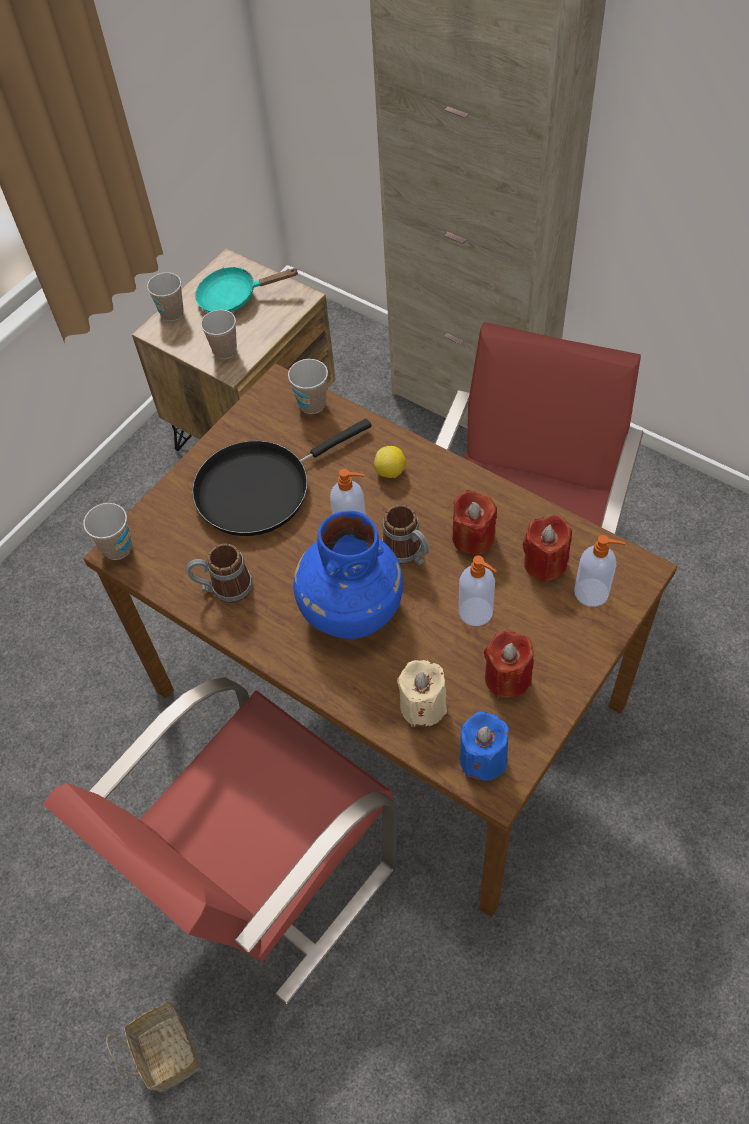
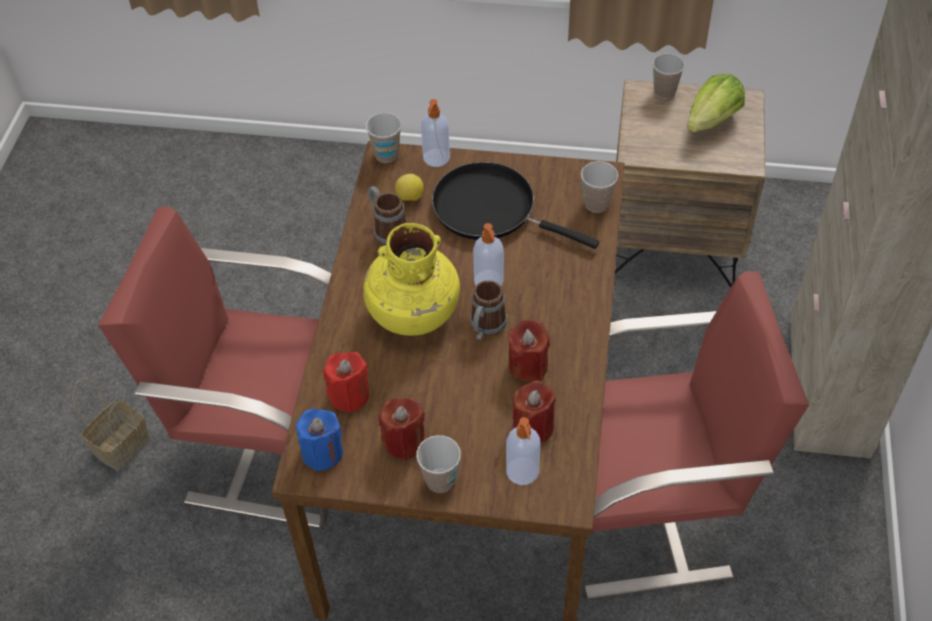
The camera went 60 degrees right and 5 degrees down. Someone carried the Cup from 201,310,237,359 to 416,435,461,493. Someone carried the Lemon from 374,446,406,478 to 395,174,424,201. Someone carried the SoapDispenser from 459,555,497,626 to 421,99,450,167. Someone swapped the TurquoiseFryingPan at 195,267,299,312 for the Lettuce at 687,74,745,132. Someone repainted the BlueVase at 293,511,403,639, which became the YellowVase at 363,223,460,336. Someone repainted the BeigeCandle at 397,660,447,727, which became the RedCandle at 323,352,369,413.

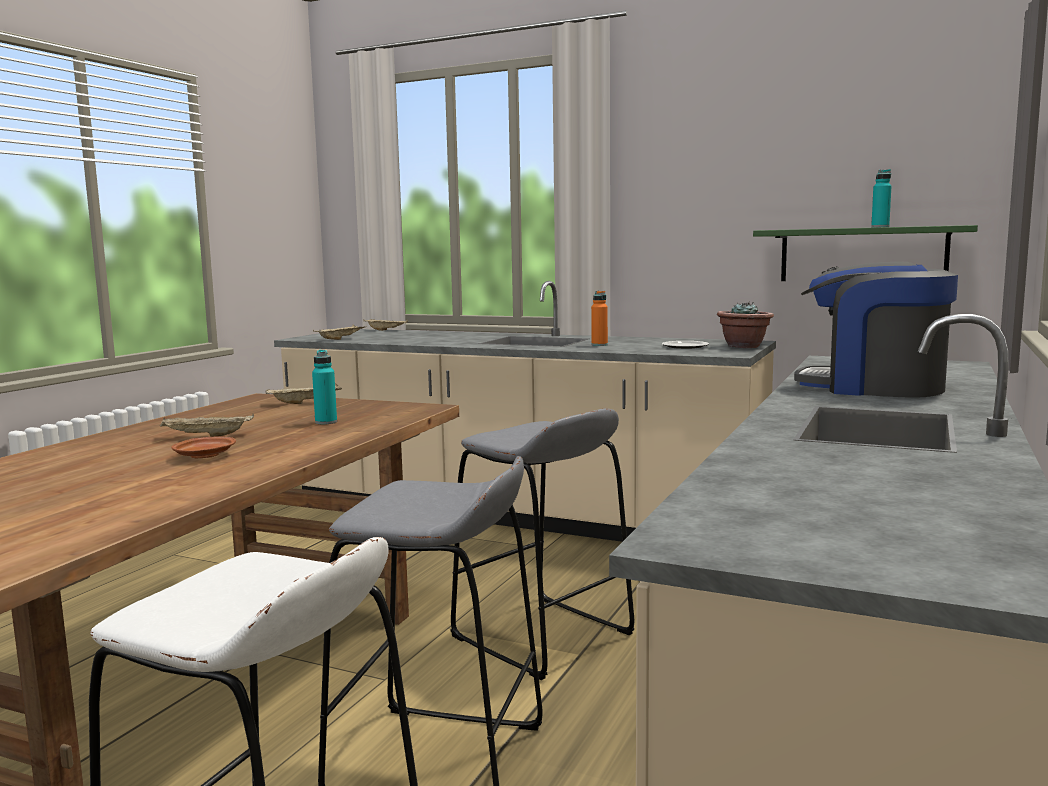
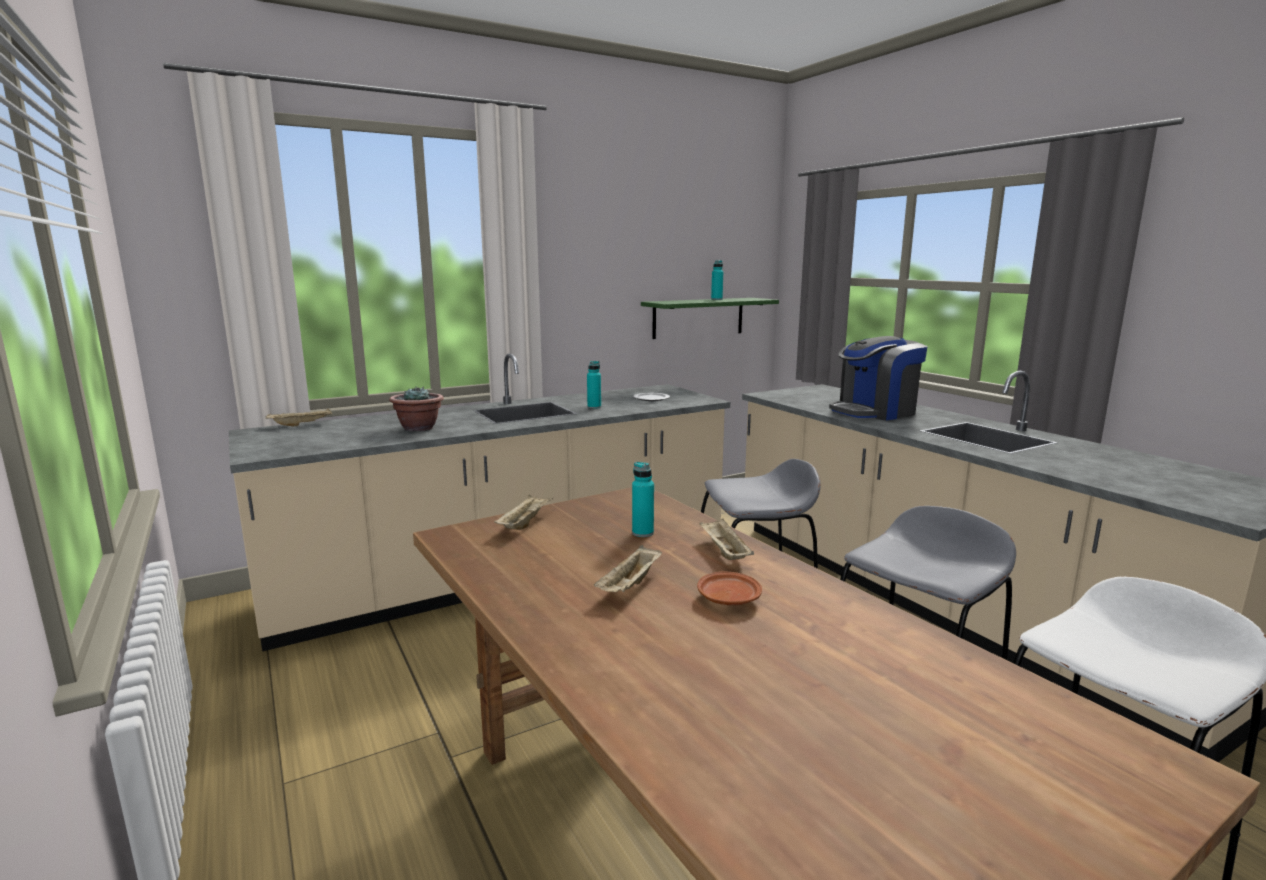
The camera went 55 degrees left and 5 degrees up. Someone carried the BeigeTray from 313,324,367,340 to 699,519,754,560. Someone carried the PottedPlant from 717,302,774,348 to 389,386,444,431. Someone repainted the OrangeBottle at 591,291,608,346, which became the TurquoiseBottle at 587,361,601,409.

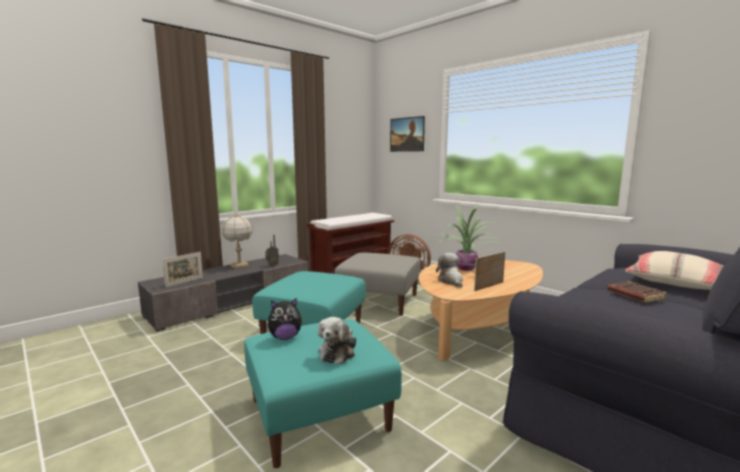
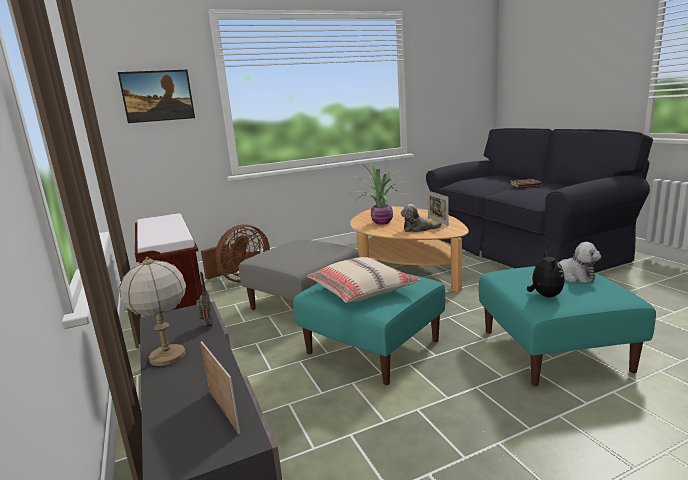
The camera went 70 degrees left and 5 degrees up. Someone carried the BeigePillow from 625,251,723,290 to 307,257,420,303.

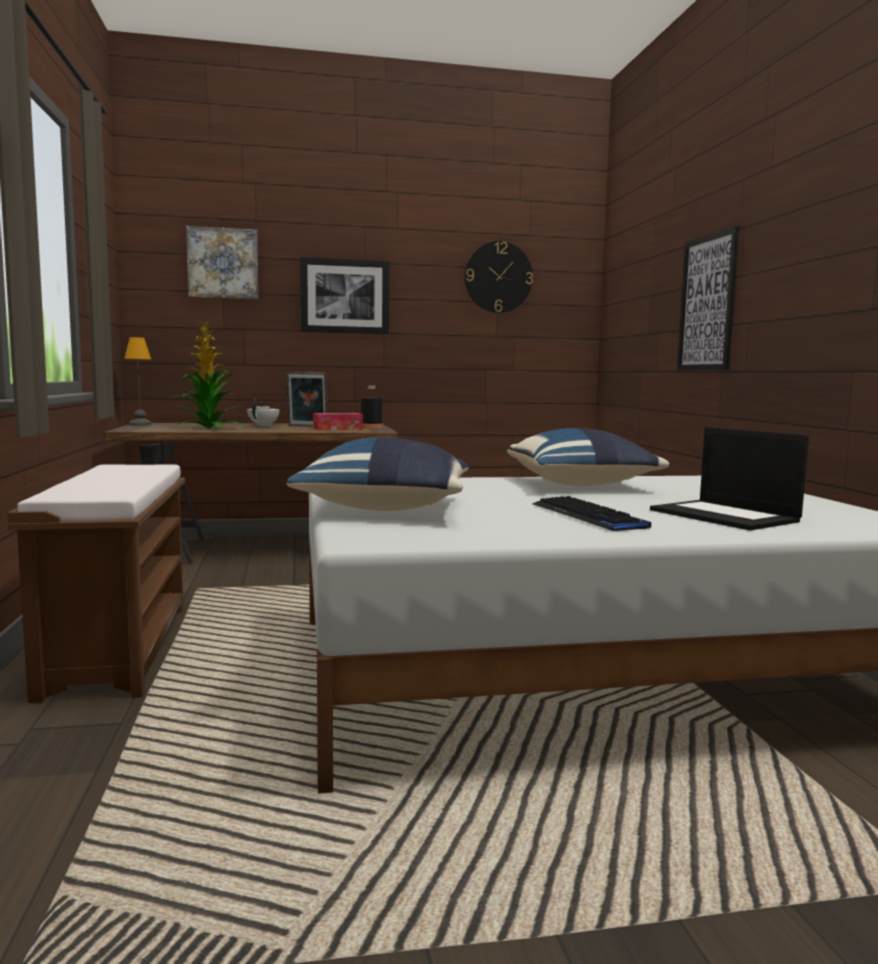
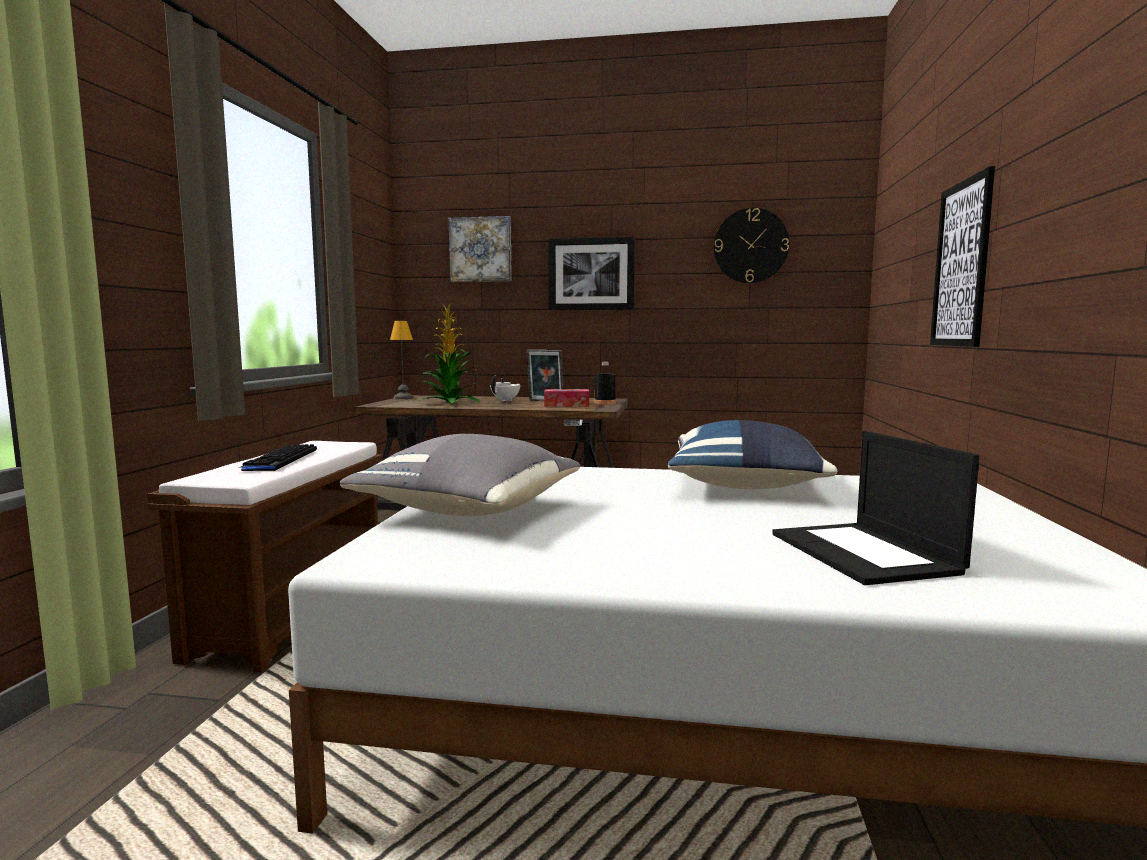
The camera went 20 degrees right and 0 degrees up. Someone carried the Keyboard from 533,496,651,531 to 239,444,317,471. Someone repainted the BluePillow at 287,437,469,511, which became the GreyPillow at 340,434,580,516.

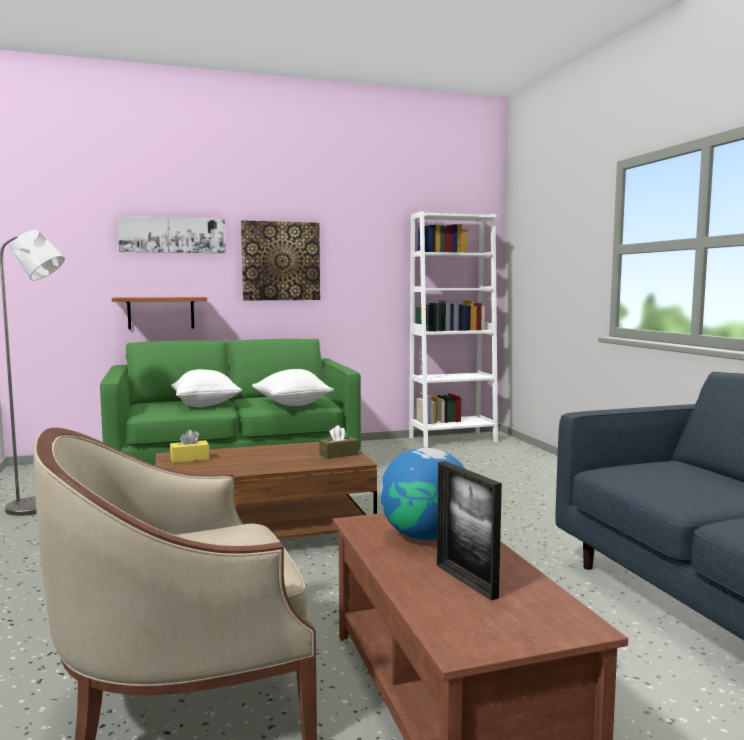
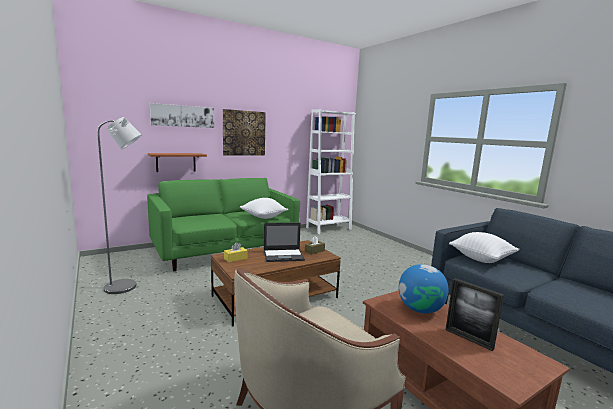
The camera went 15 degrees left and 5 degrees up. Someone put down the Laptop at 264,223,305,262. Someone carried the WhitePillow from 171,369,242,407 to 449,232,519,263.

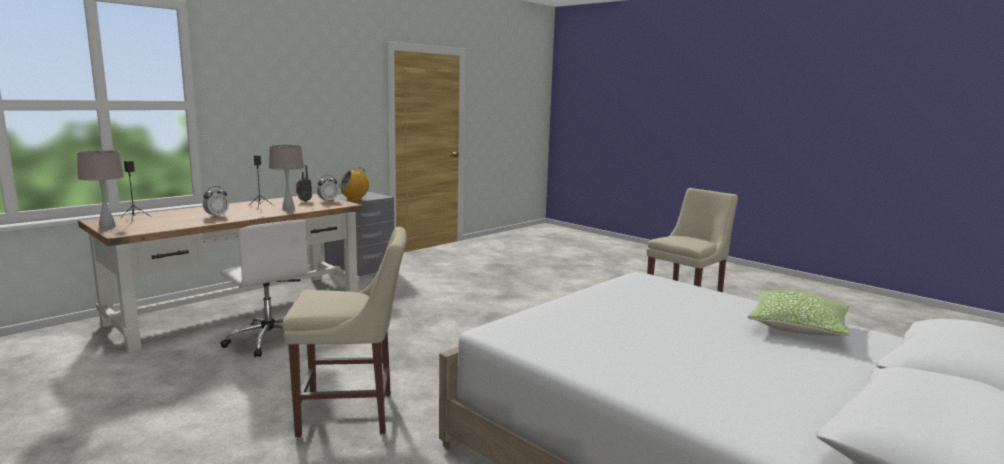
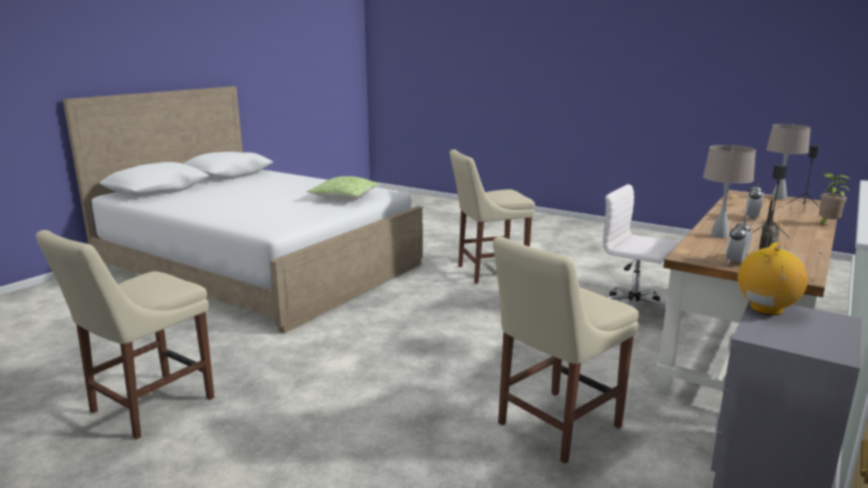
The camera went 170 degrees right and 5 degrees up. Someone put down the BeigeChair at 493,236,639,464. Someone put down the PottedPlant at 819,173,850,226. Someone carried the Pillow from 747,290,850,336 to 307,176,380,200.

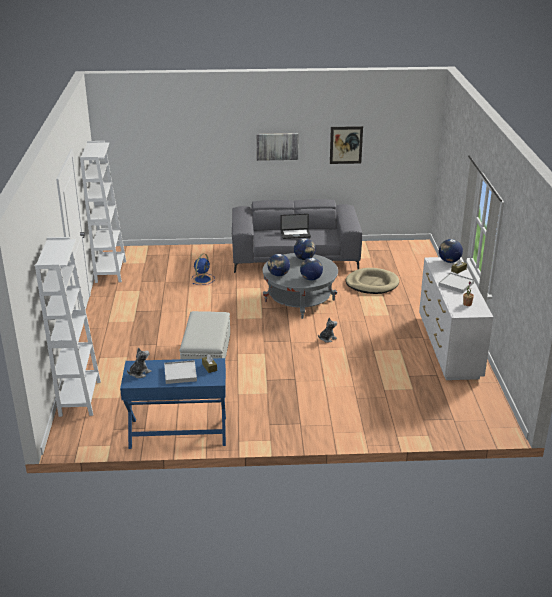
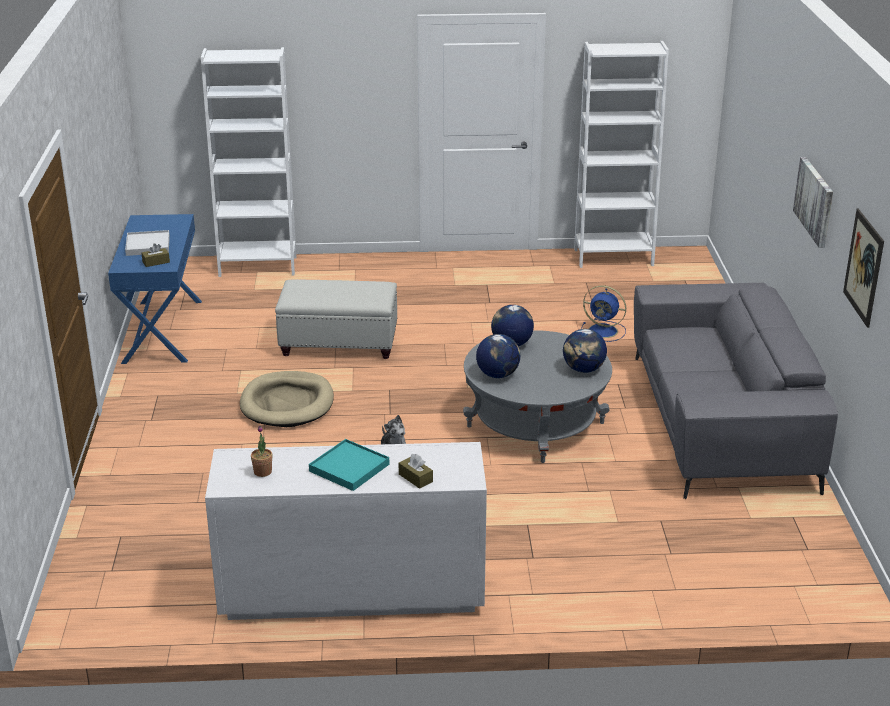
The camera went 90 degrees right and 0 degrees up. Someone took away the PlushToy at 127,347,151,378. Someone took away the Laptop at 281,214,311,239. Someone took away the Globe at 439,239,463,263. Someone carried the BeigeDogBed from 346,268,399,294 to 240,371,334,427. Someone repainted the WhiteTray at 438,272,474,293, which became the TurquoiseTray at 309,439,389,491.

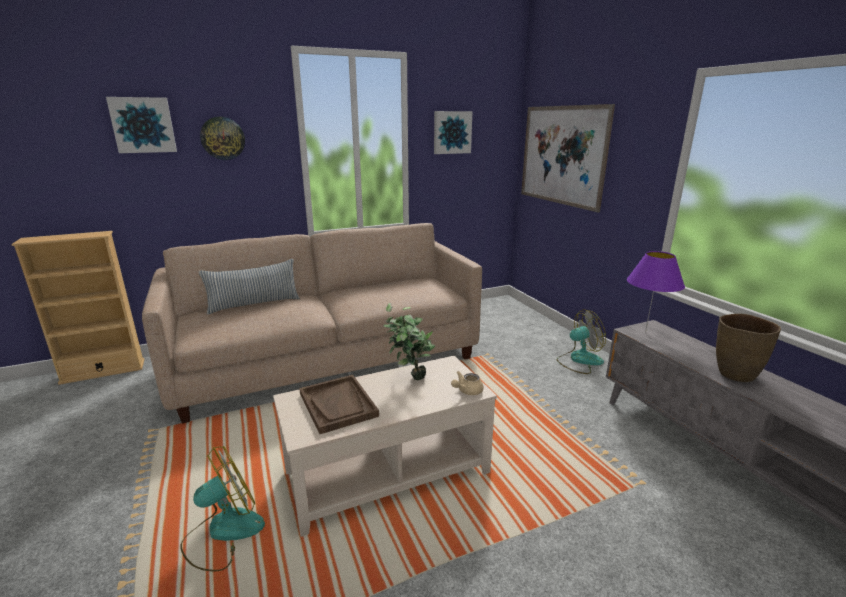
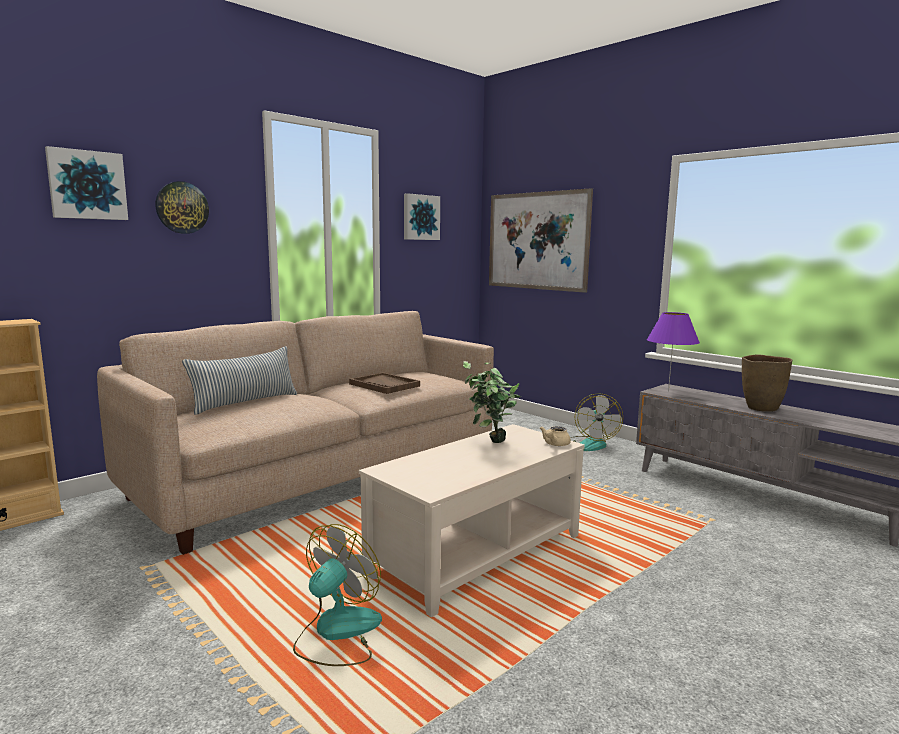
The camera went 20 degrees left and 10 degrees down. Someone carried the BrownTray from 299,375,379,434 to 349,372,420,394. Someone rotated the Fan at 557,309,606,374 by 135 degrees clockwise.

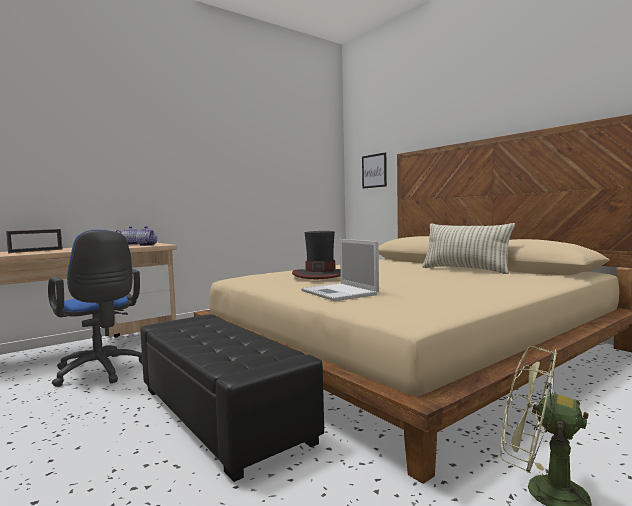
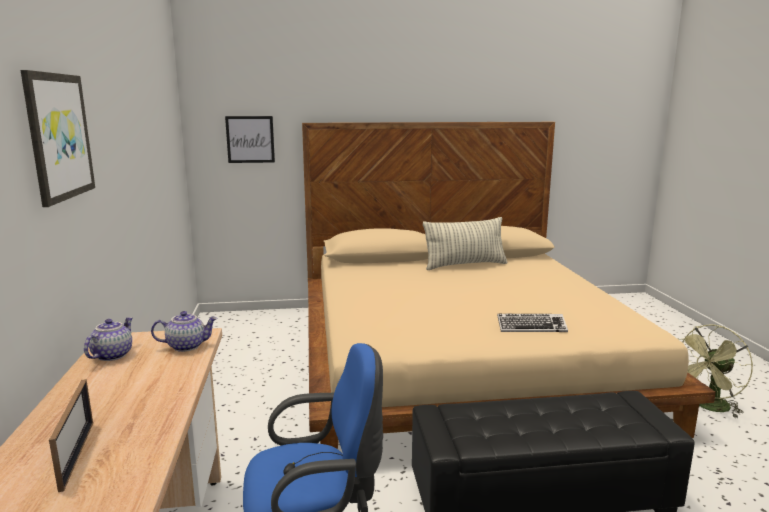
The camera went 60 degrees left and 10 degrees up. Someone took away the Hat at 292,231,341,279. Someone put up the Picture at 20,70,95,207. Someone swapped the Laptop at 301,239,379,301 for the Keyboard at 497,314,568,332.

